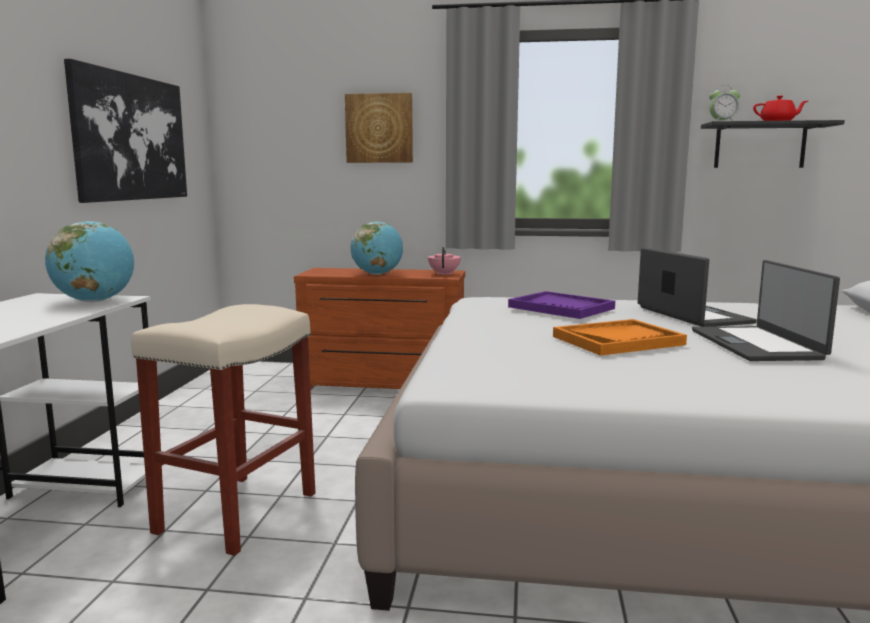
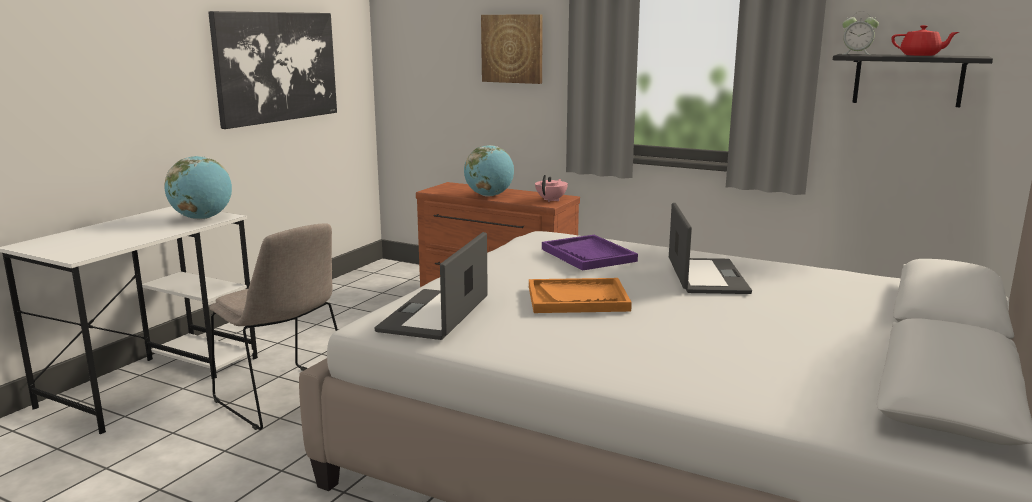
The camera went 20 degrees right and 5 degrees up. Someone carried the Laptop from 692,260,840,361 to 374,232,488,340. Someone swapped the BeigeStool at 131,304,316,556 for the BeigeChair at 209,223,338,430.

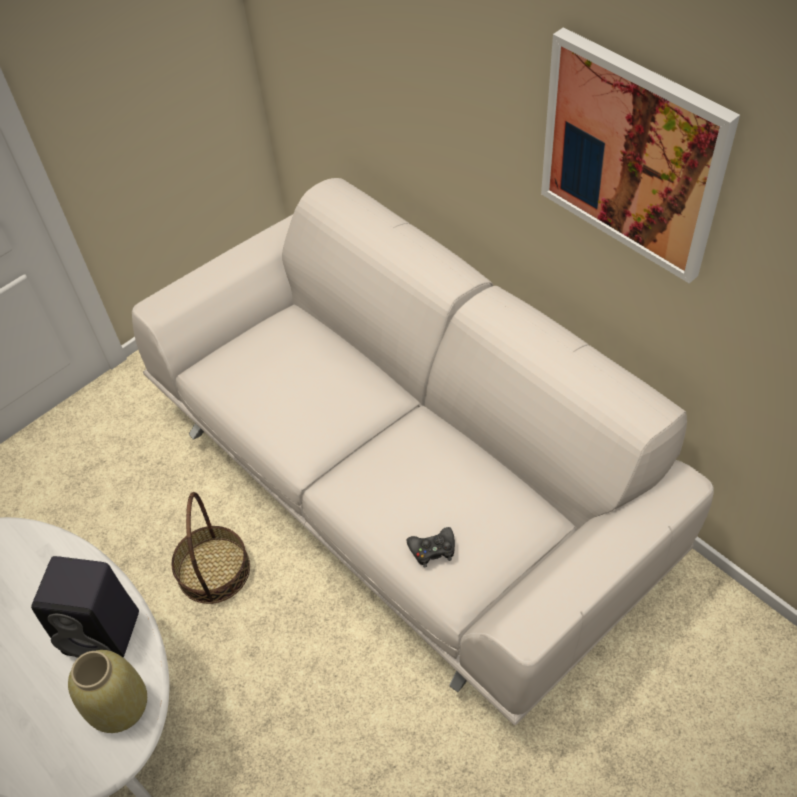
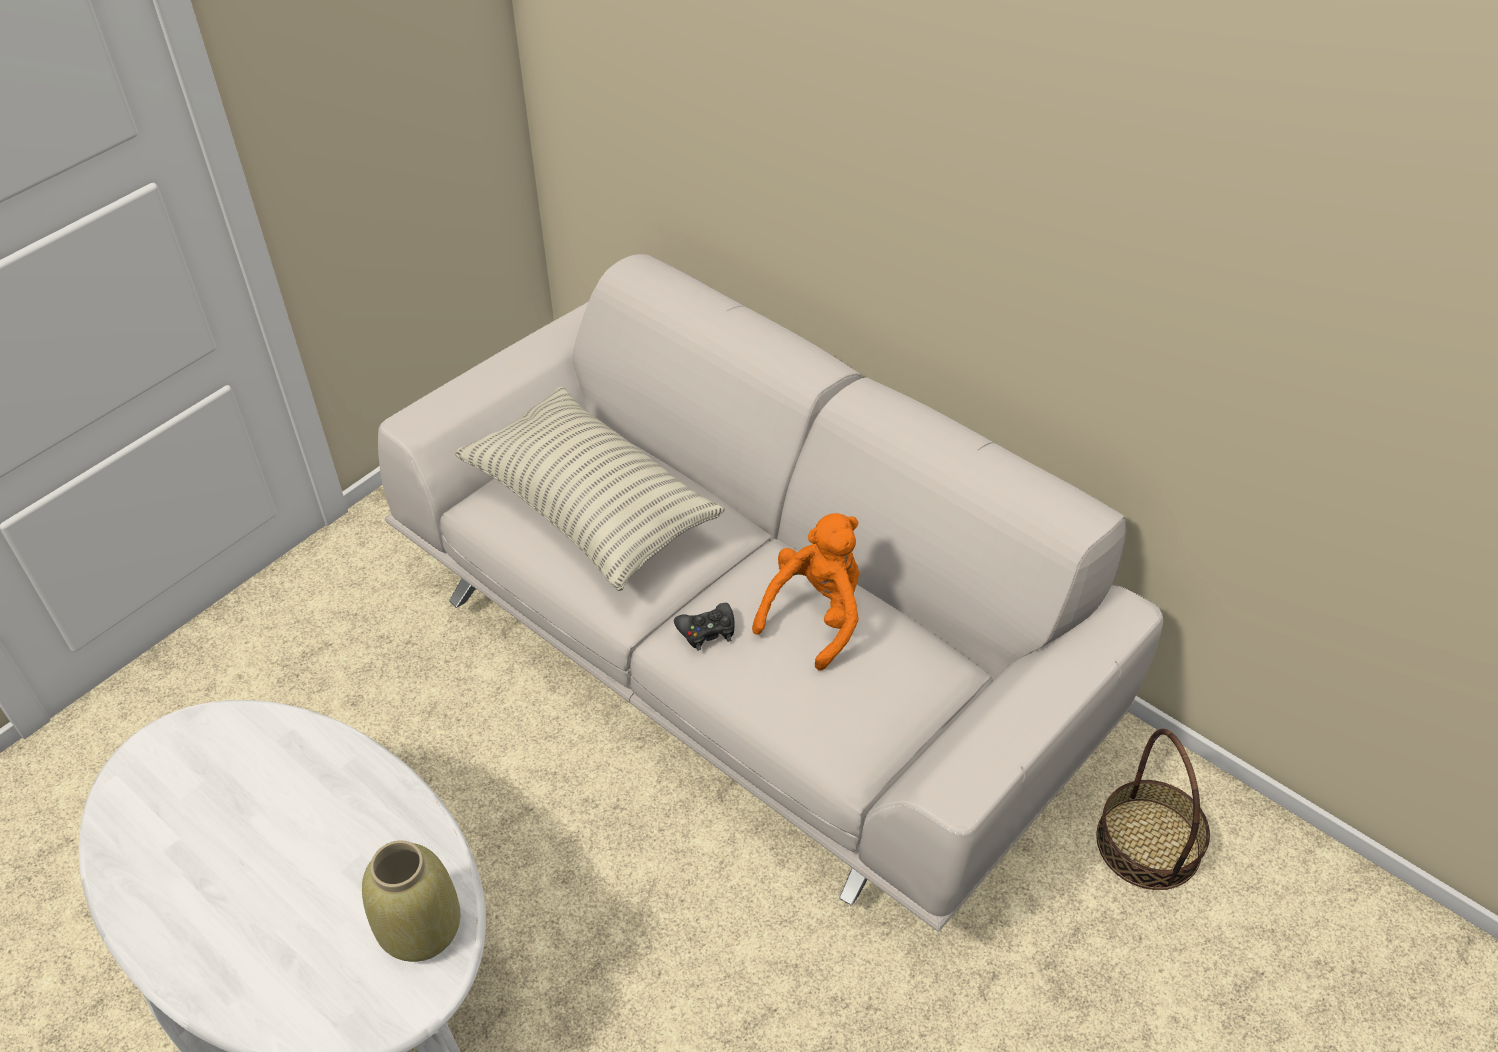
The camera went 10 degrees left and 5 degrees down. Someone took away the BlackSpeaker at 31,556,139,658. Someone took away the Picture at 541,27,740,283. Someone put down the Pillow at 455,386,725,591. Someone put down the OrangePlushToy at 752,513,859,671. Someone carried the Basket from 172,492,250,604 to 1096,728,1210,890. Someone carried the BlackGameController from 407,527,455,568 to 674,603,734,651.

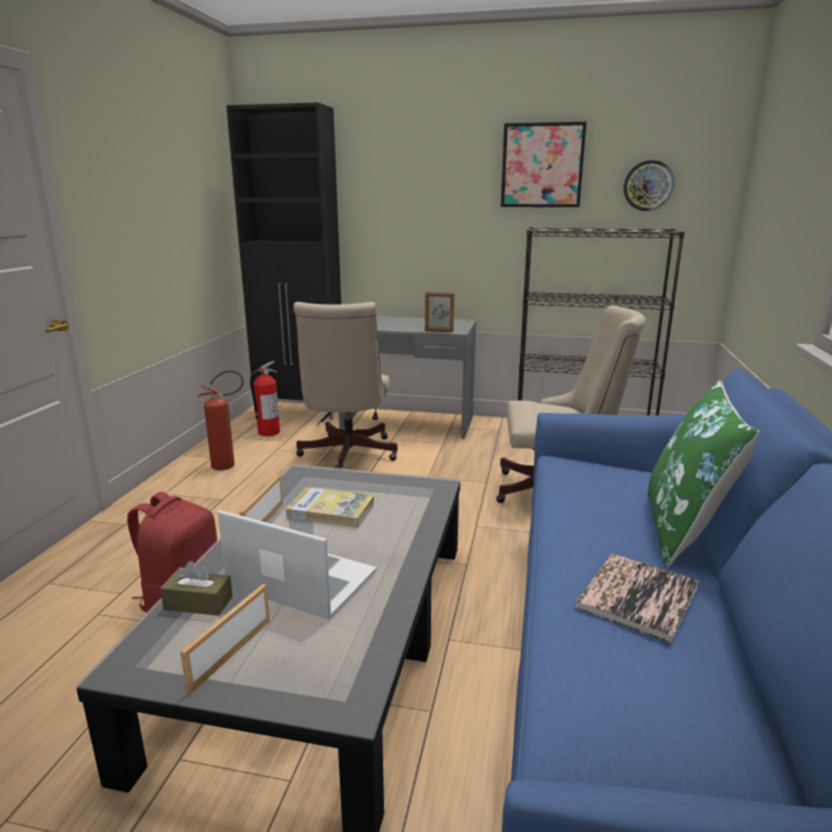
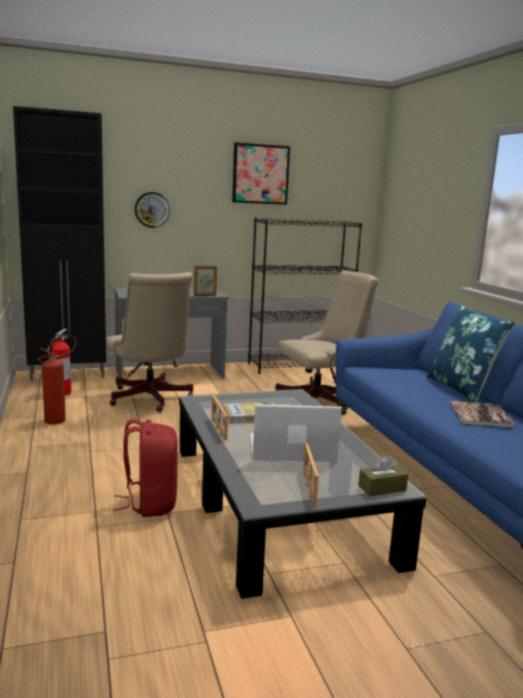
The camera went 30 degrees left and 5 degrees down. Someone carried the BrownTissueBox from 160,561,233,616 to 358,456,408,496. Someone carried the WallClock from 623,160,675,211 to 134,192,170,228. Someone repainted the GreenPillow at 648,380,759,568, which became the BluePillow at 426,305,515,403.

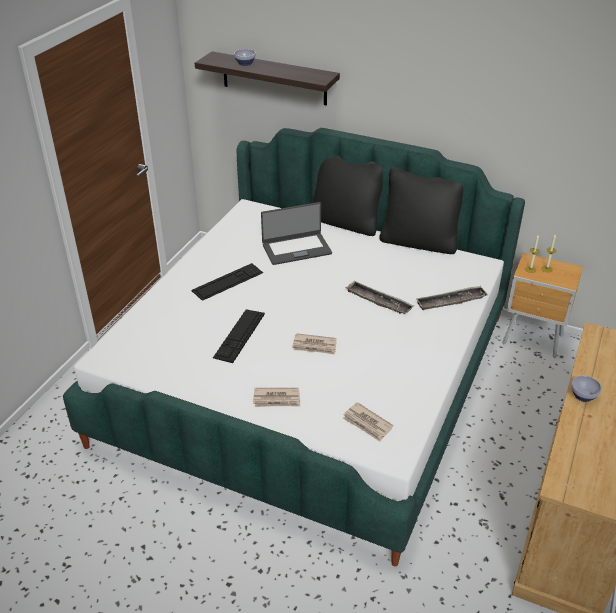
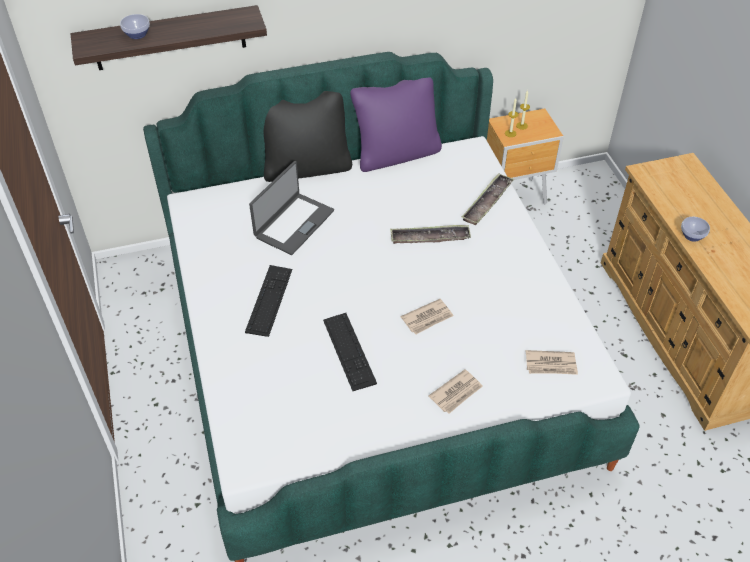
The camera went 40 degrees left and 10 degrees up. Someone repainted the BlackPillow at 379,167,463,254, which became the PurplePillow at 350,78,442,172.

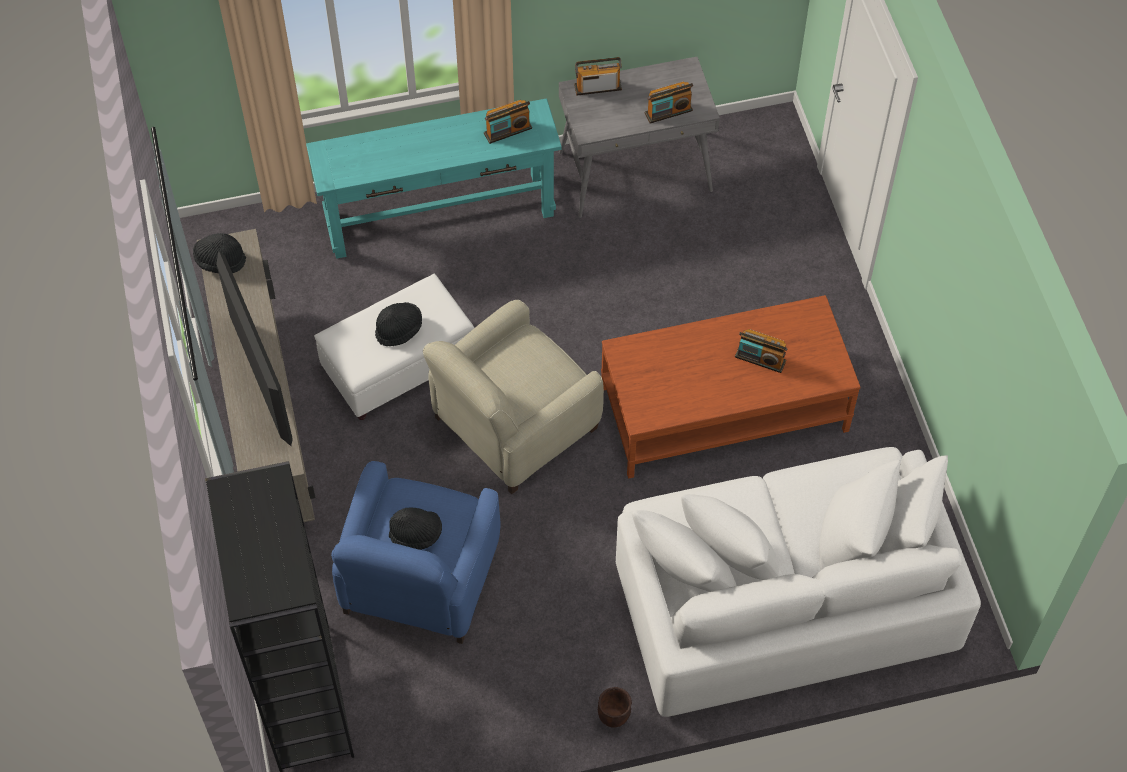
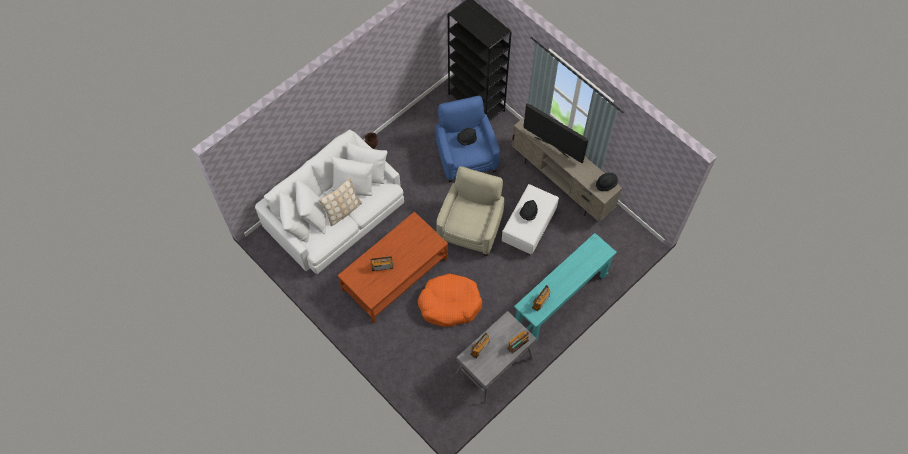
The camera went 150 degrees right and 5 degrees up. Someone put down the BeigePillow at 319,178,362,226. Someone put down the OrangeDogBed at 417,274,482,327.

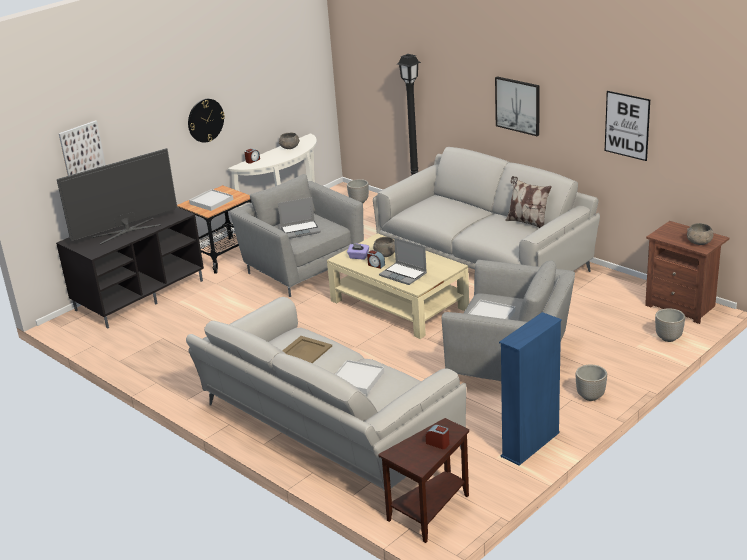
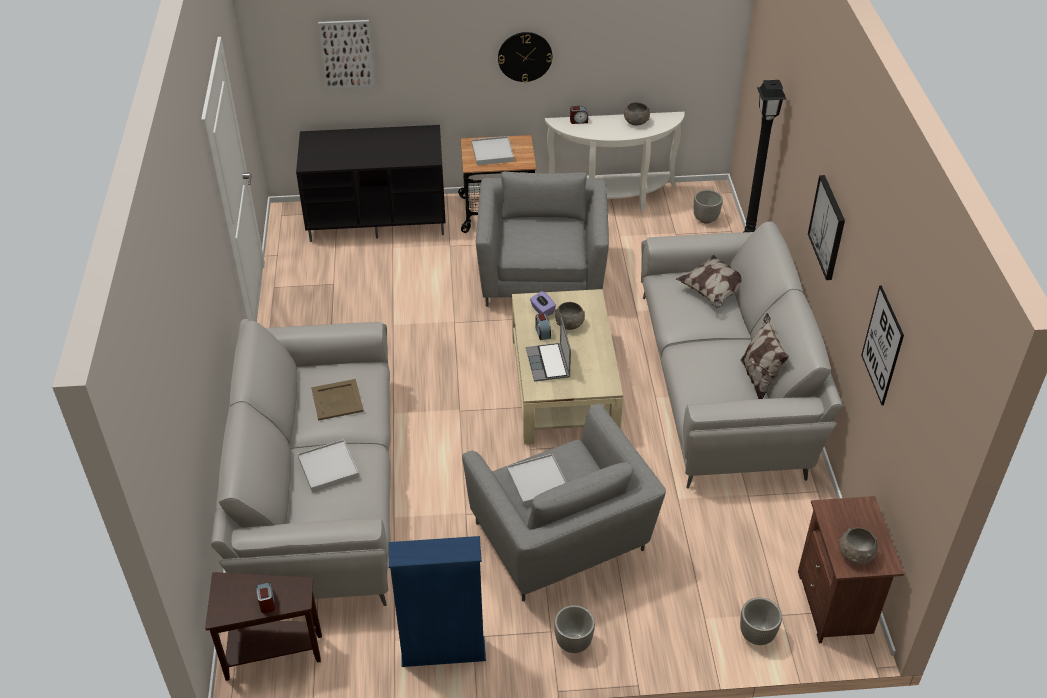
The camera went 40 degrees right and 15 degrees up. Someone took away the Television at 57,148,177,244. Someone took away the Laptop at 278,197,321,239. Someone put down the Pillow at 676,255,742,308.

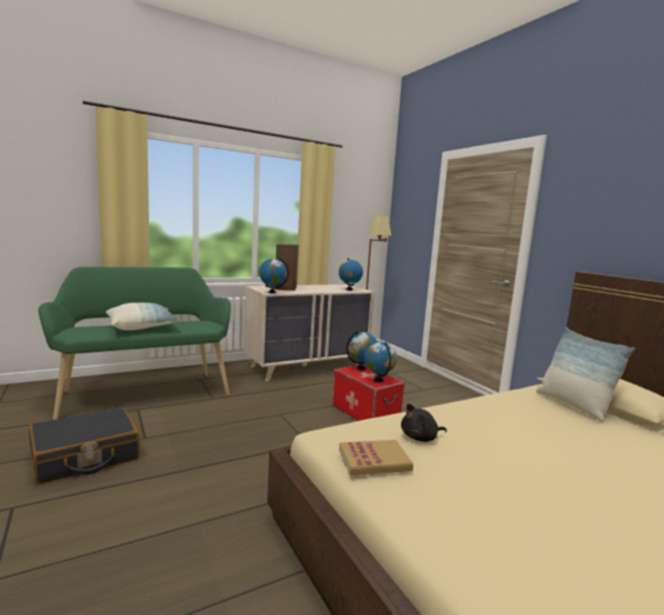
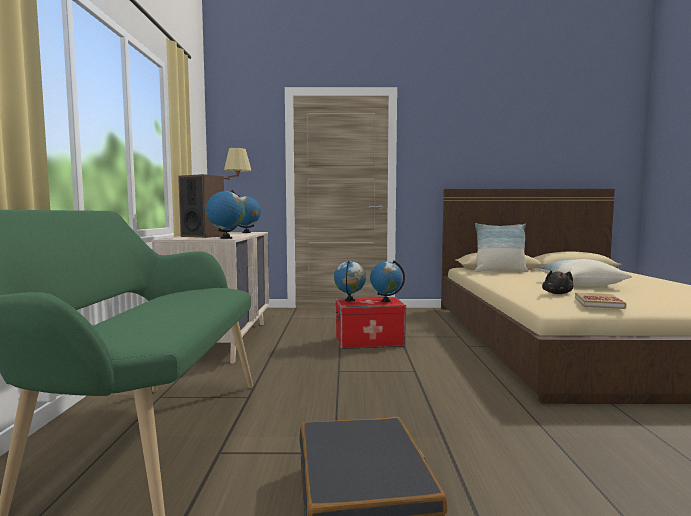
The camera went 60 degrees left and 5 degrees down. Someone carried the Pillow from 106,303,179,330 to 537,259,632,287.

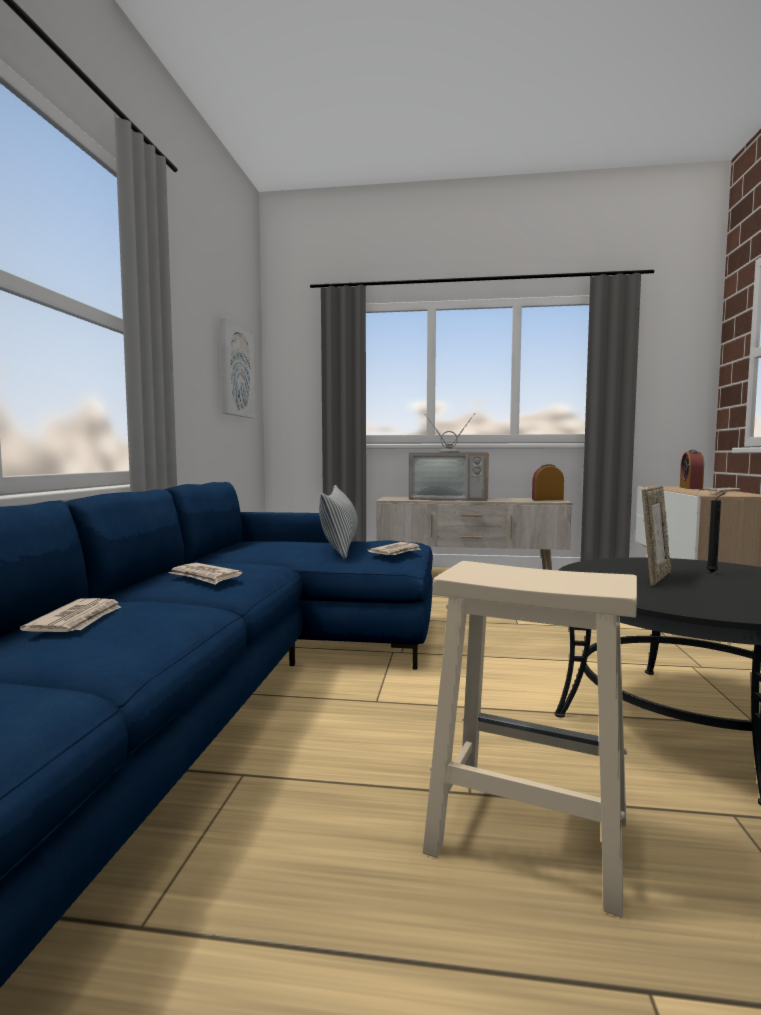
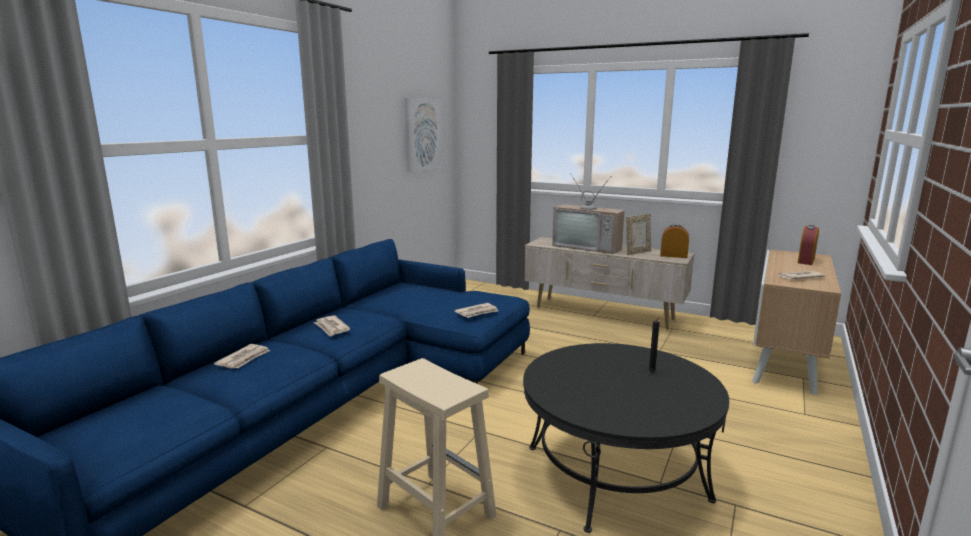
The camera went 20 degrees right and 10 degrees up. Someone took away the Pillow at 319,485,358,559. Someone carried the PictureFrame from 642,486,671,586 to 626,214,651,255.

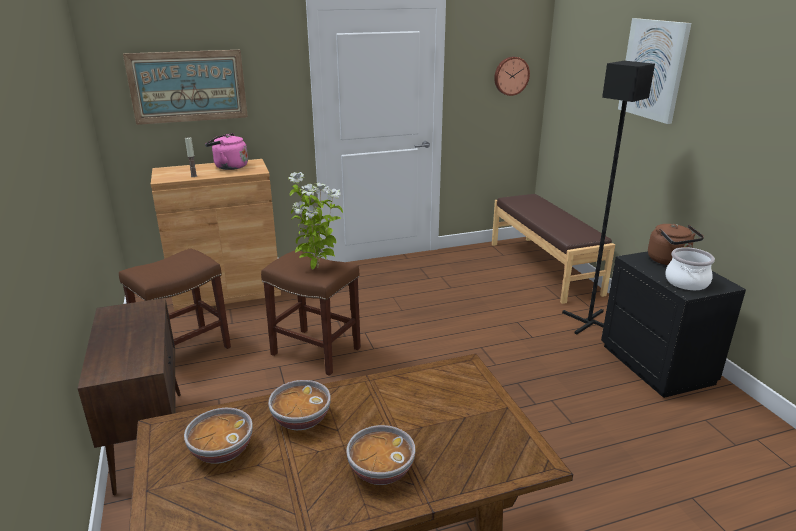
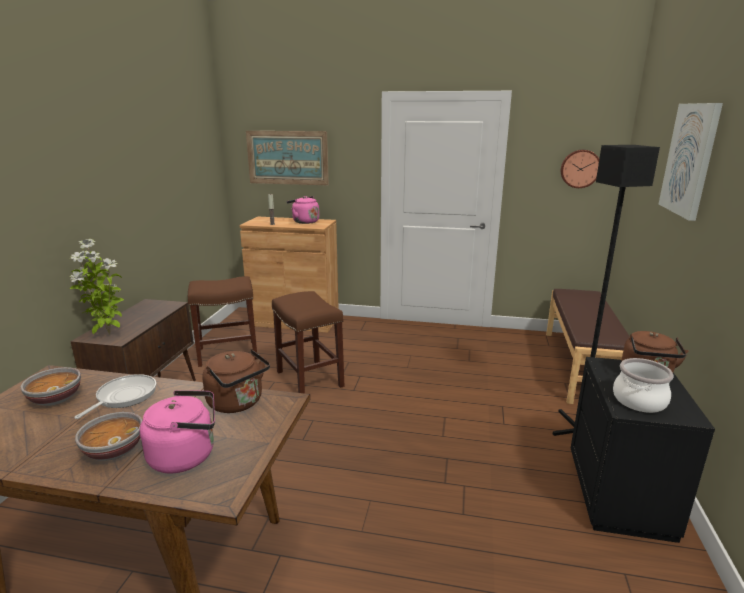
The camera went 30 degrees right and 5 degrees down. Someone put down the PinkKettle at 140,390,215,474. Someone put down the BrownKettle at 202,349,270,413. Someone carried the PottedPlant from 289,172,343,269 to 69,239,124,335. Someone swapped the Bowl at 268,380,331,430 for the FryingPan at 75,374,156,419.

